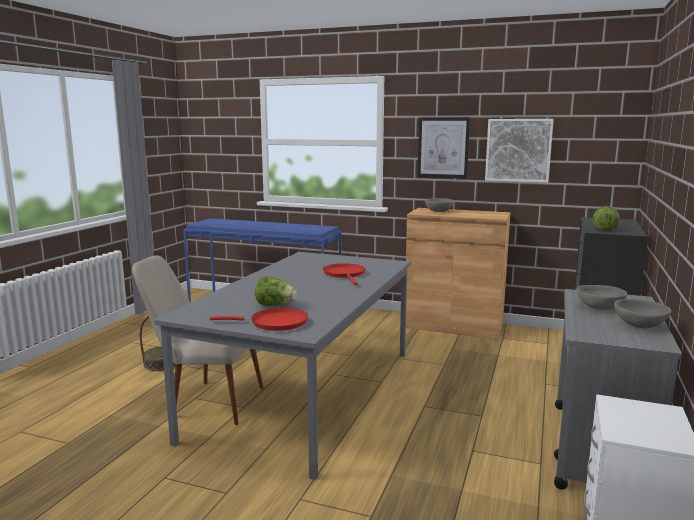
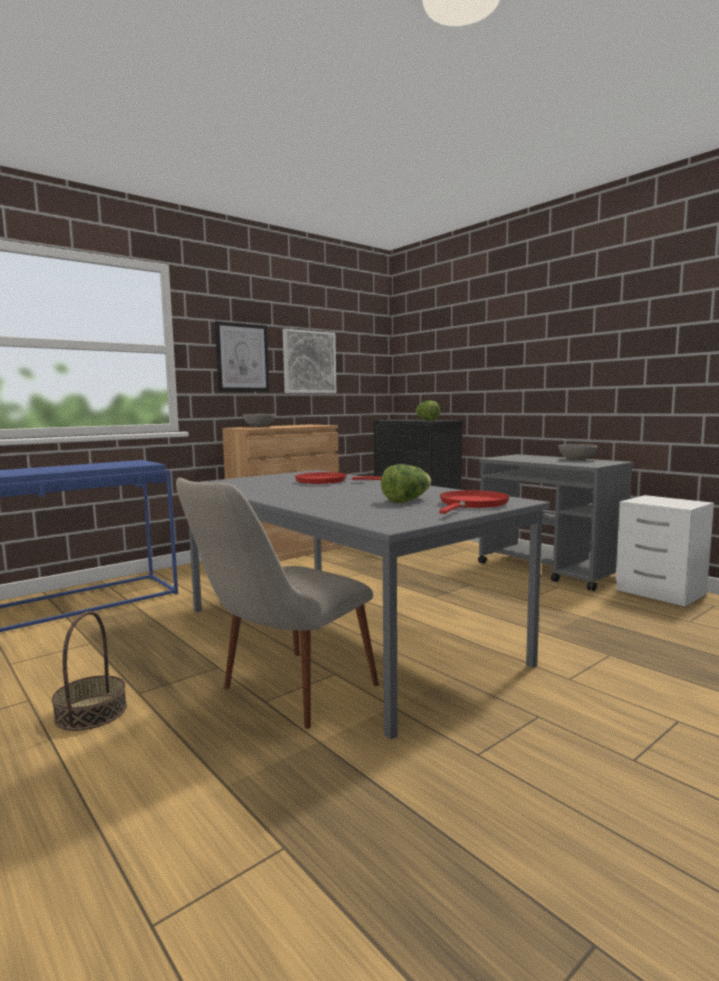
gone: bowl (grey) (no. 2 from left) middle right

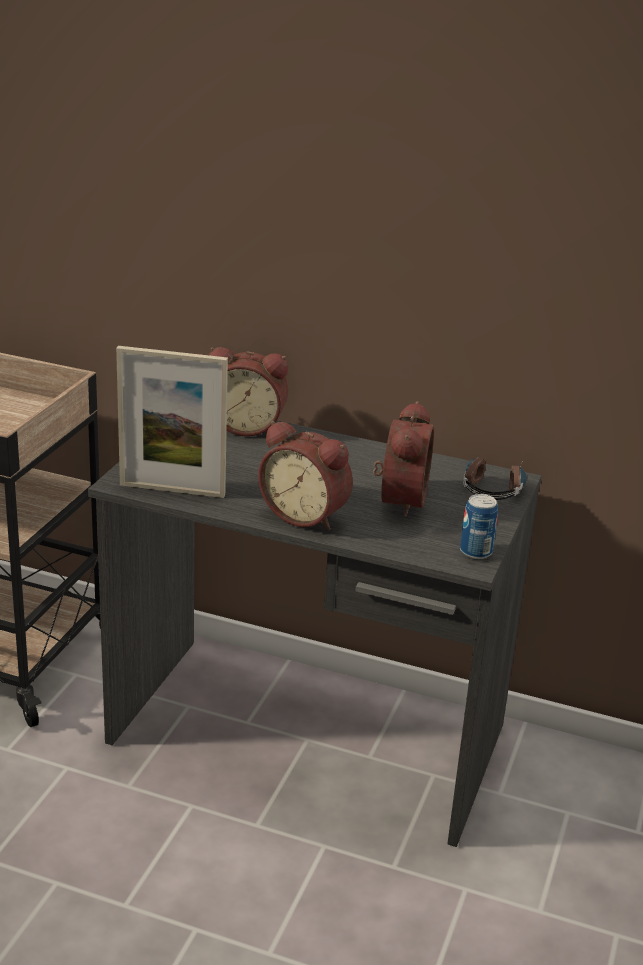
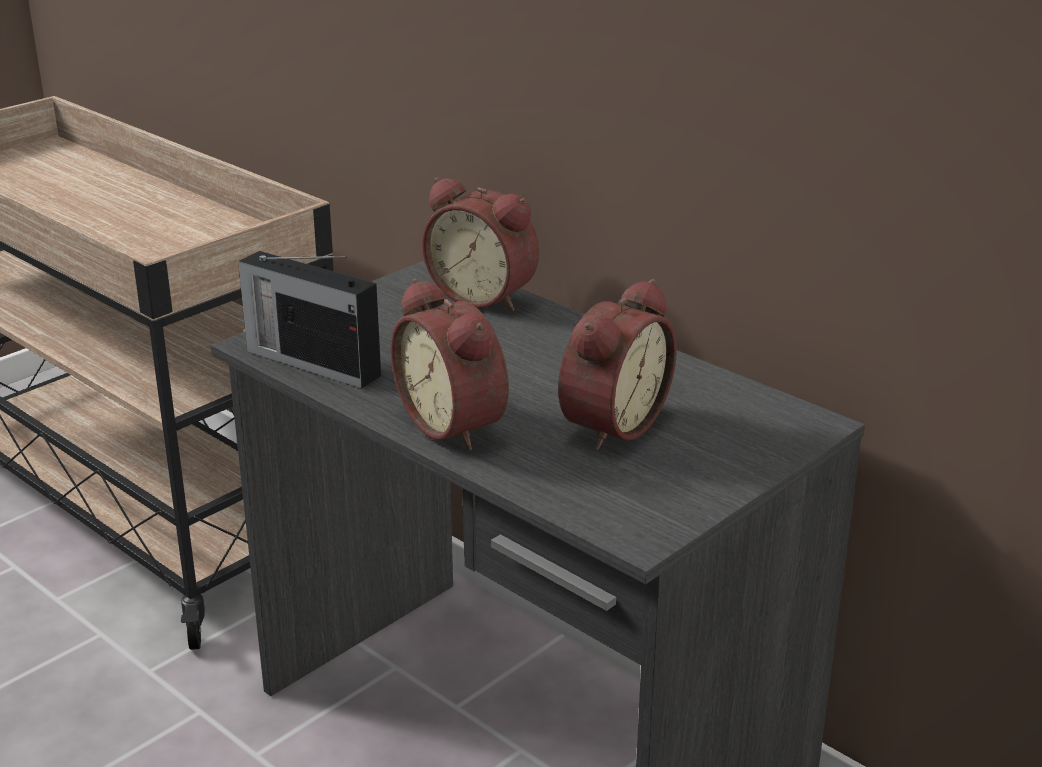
gone: can middle right; headset middle right
swapped: standing frame middle left to radio receiver middle left

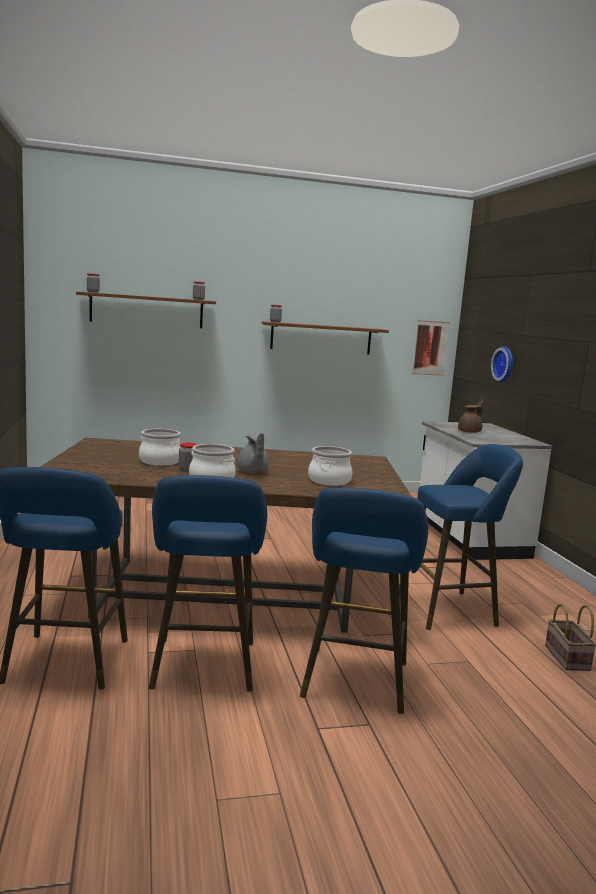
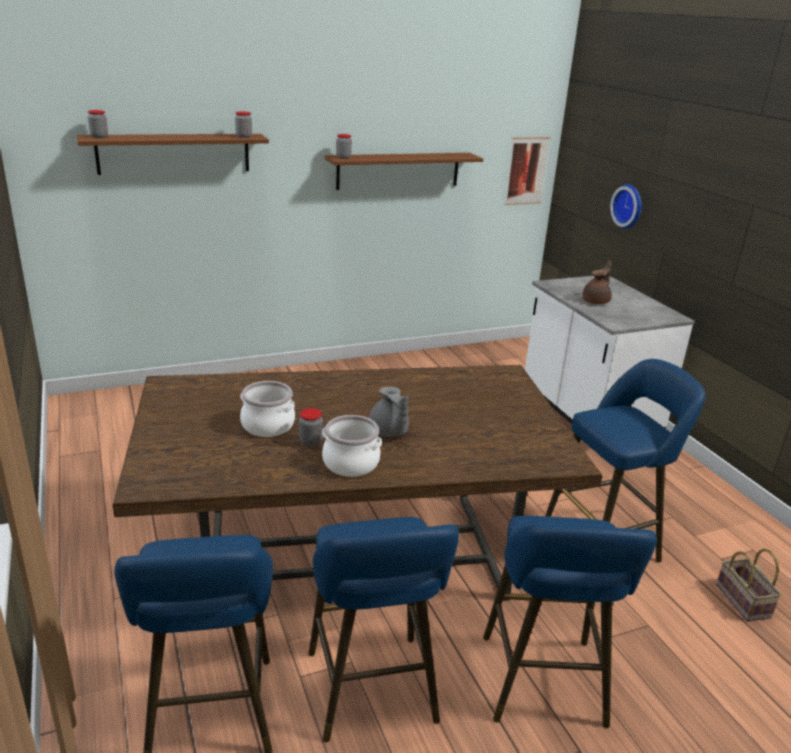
gone: saucepot (no. 3 from left) centre

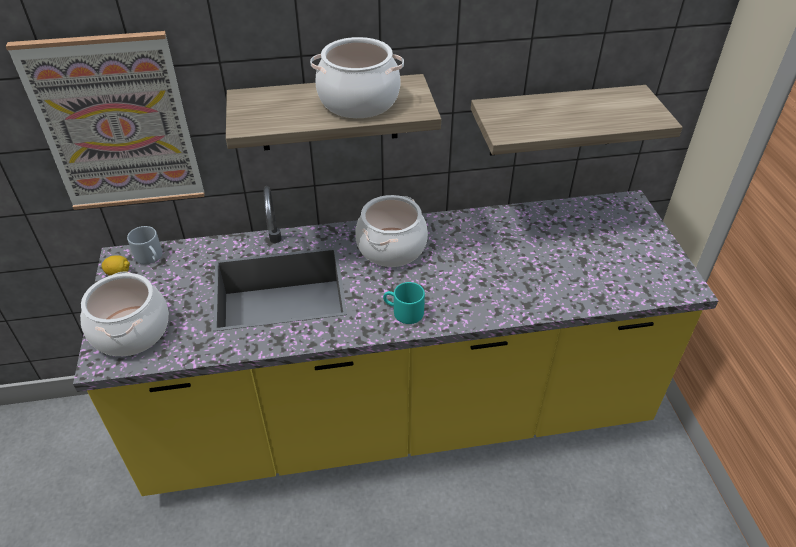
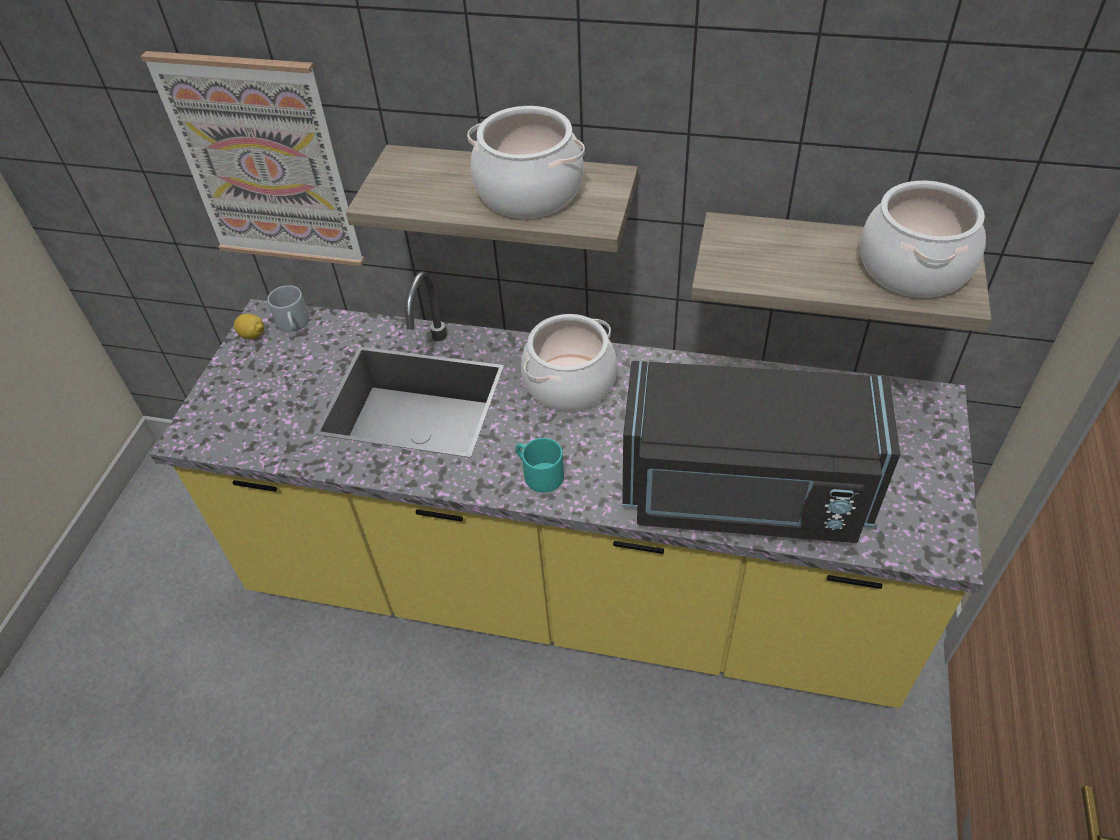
new: microwave (blackish) middle right
shifted: saucepot (no. 1 from left in the first image) middle left to saucepot (no. 3 from left) top right

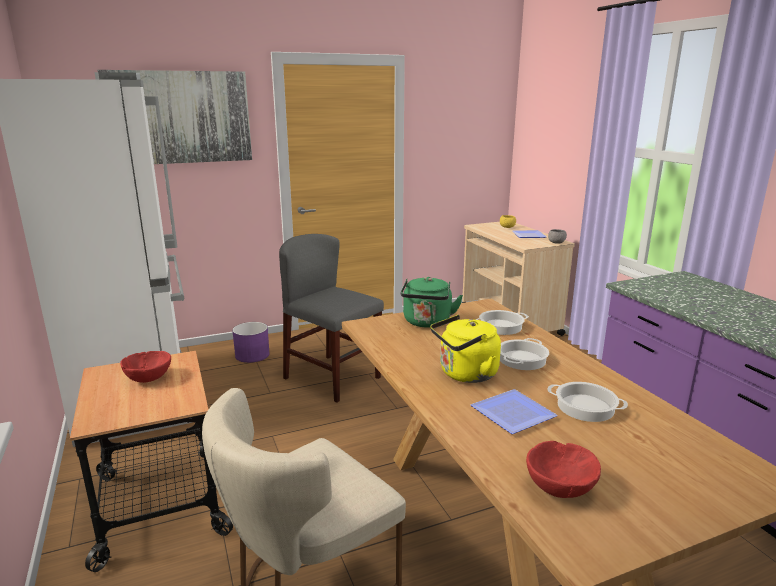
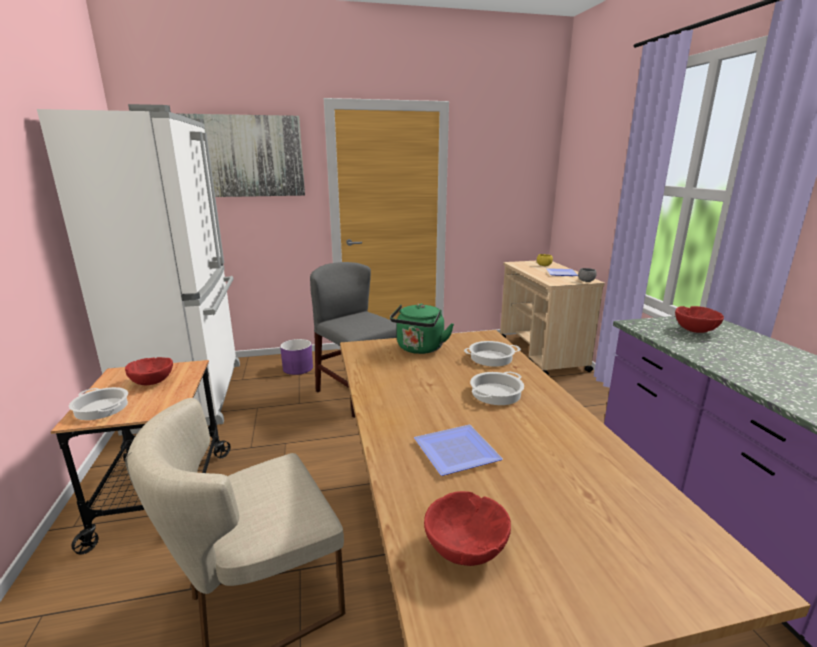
gone: kettle (yellow) centre
new: bowl (red) (no. 3 from left) middle right
shifted: saucepot (no. 3 from left in the first image) bottom right to saucepot (no. 1 from left) middle left

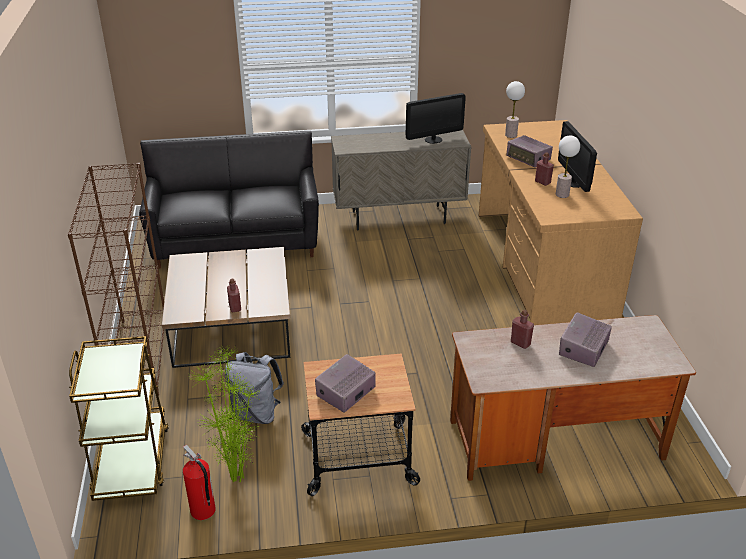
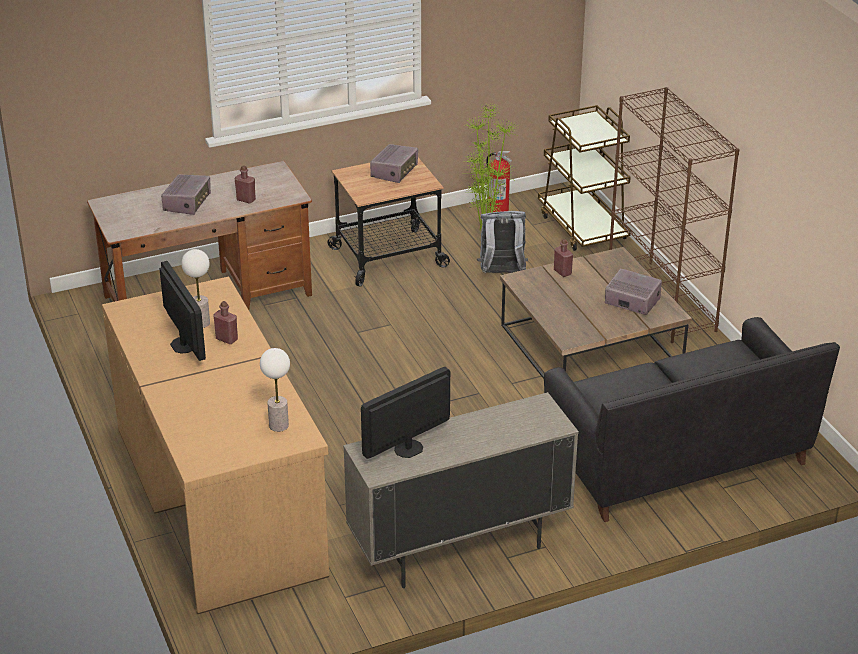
shifted: radio receiver (no. 2 from left in the first image) top right to radio receiver (no. 3 from left) middle right

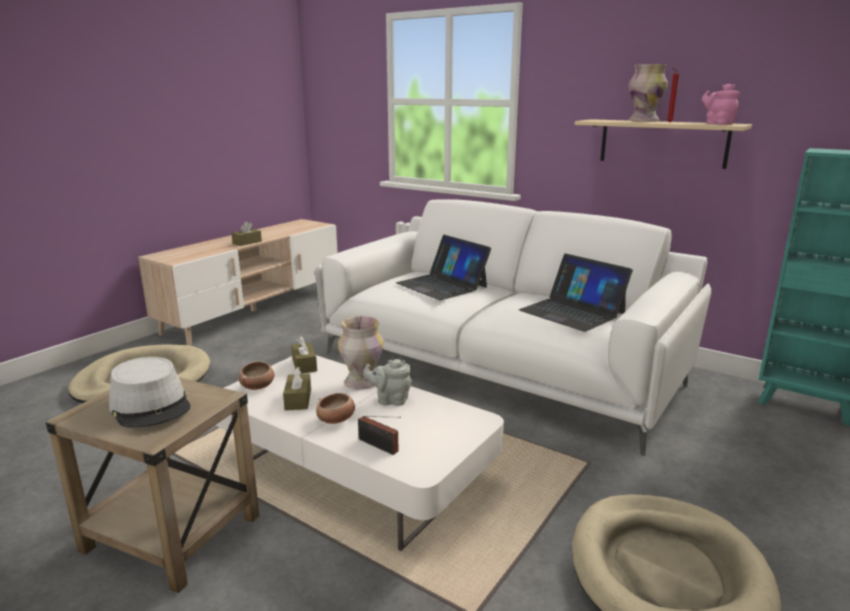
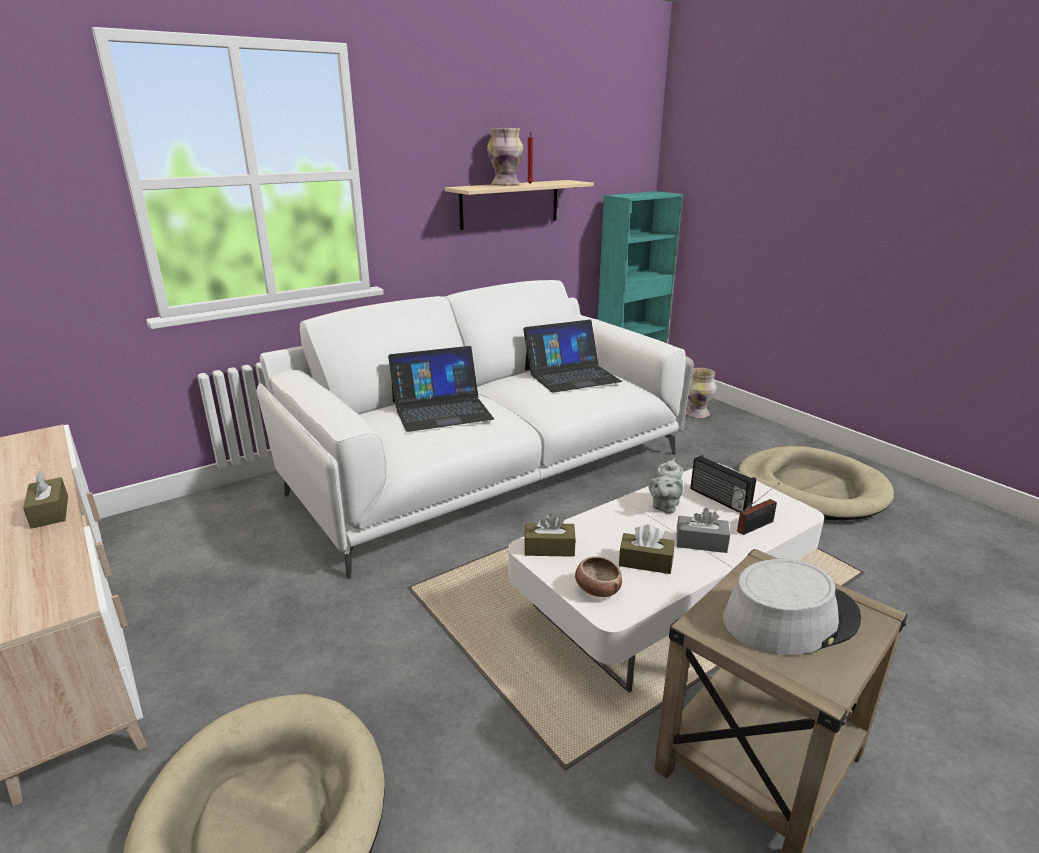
gone: tea pot (pinkish) top right
new: radio receiver (no. 1 from left) middle right
shifted: flower vase (no. 1 from left in the first image) centre to flower vase (no. 2 from left) middle right
swapped: bowl (no. 2 from left) bottom centre to box of tissues (grey) middle right

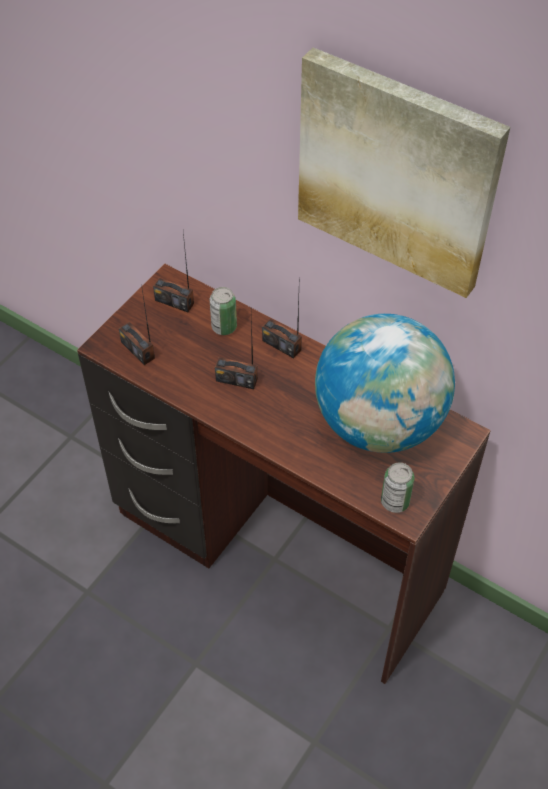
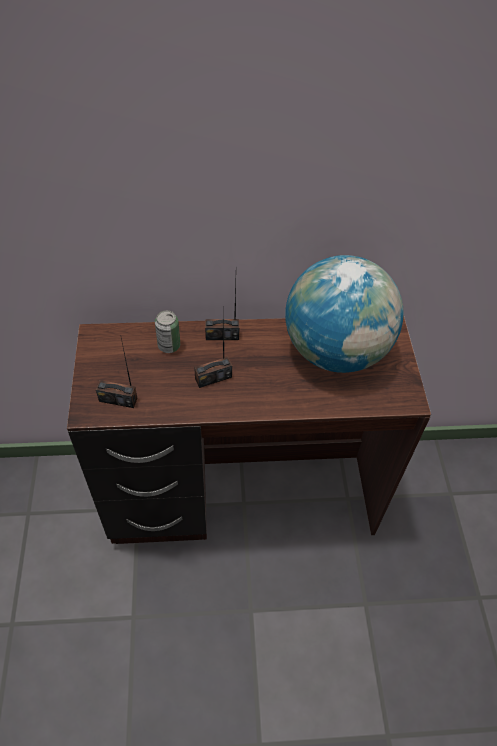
gone: radio receiver (no. 2 from left) middle left; picture top right; can (no. 2 from left) middle right

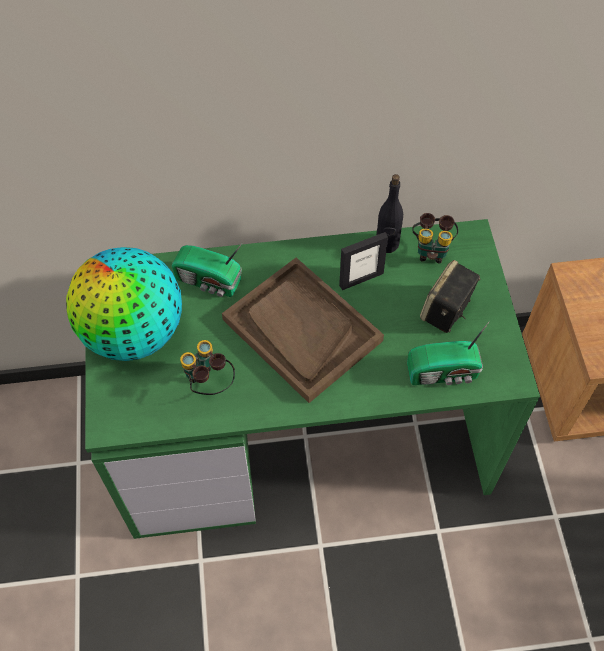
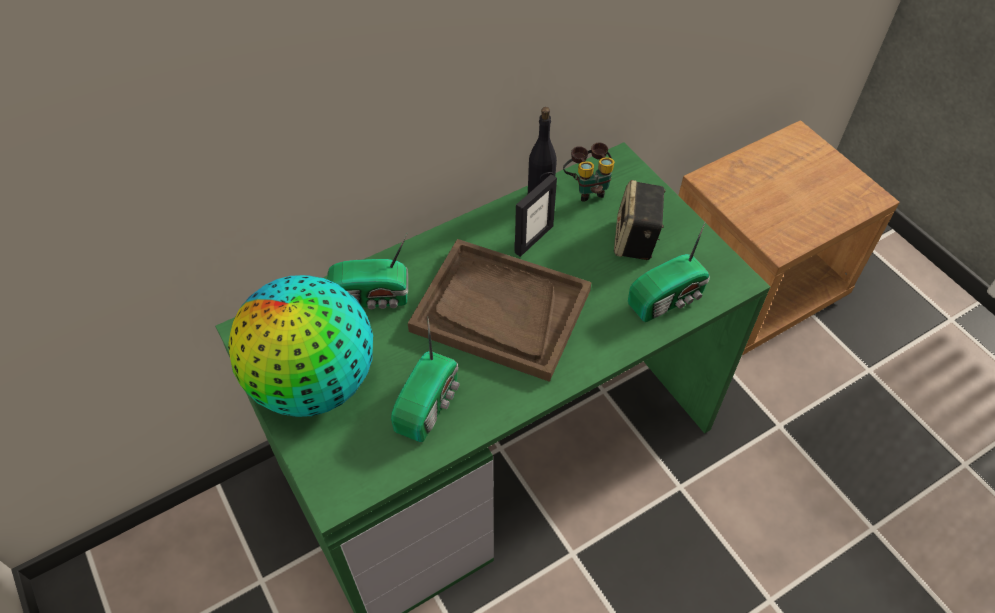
swapped: binoculars (no. 1 from left) centre to radio receiver (no. 2 from left) centre

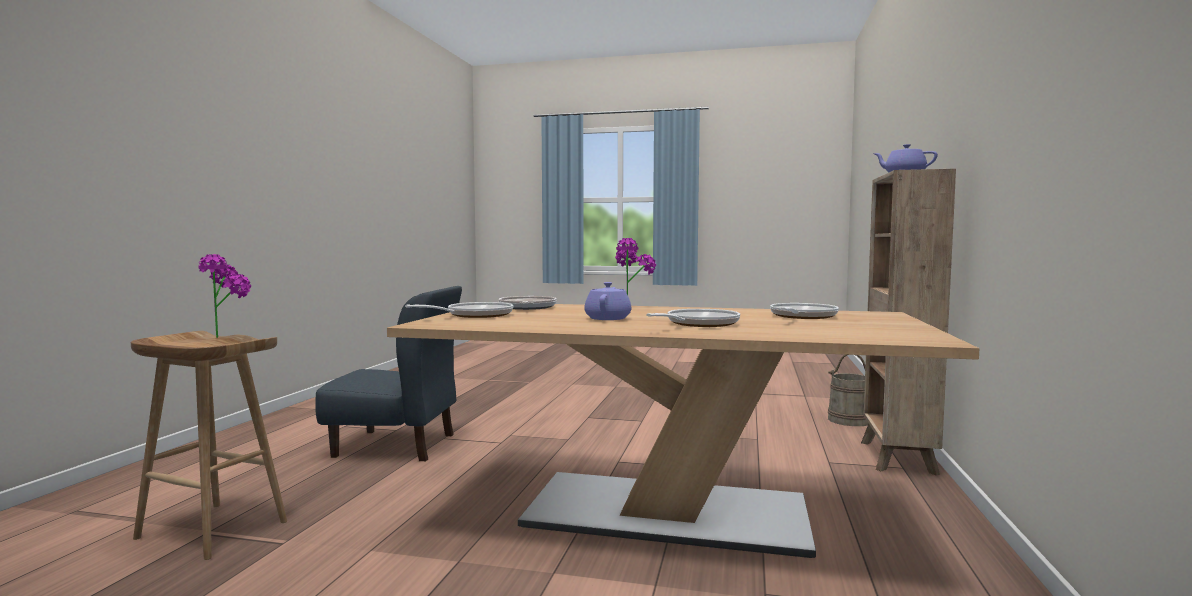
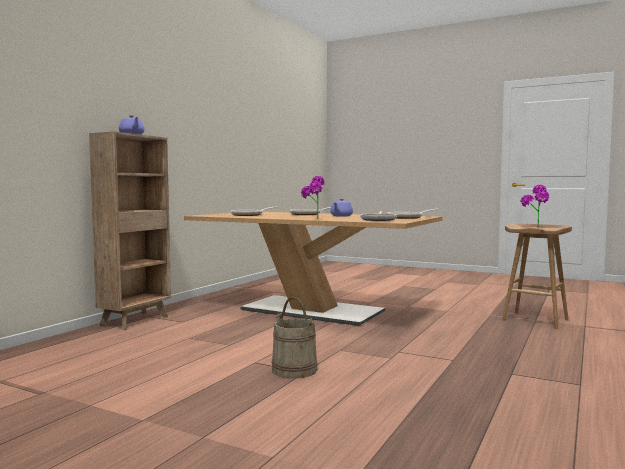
gone: plain chair (blue) middle left
shifted: water bucket (beige) middle right to bottom centre

